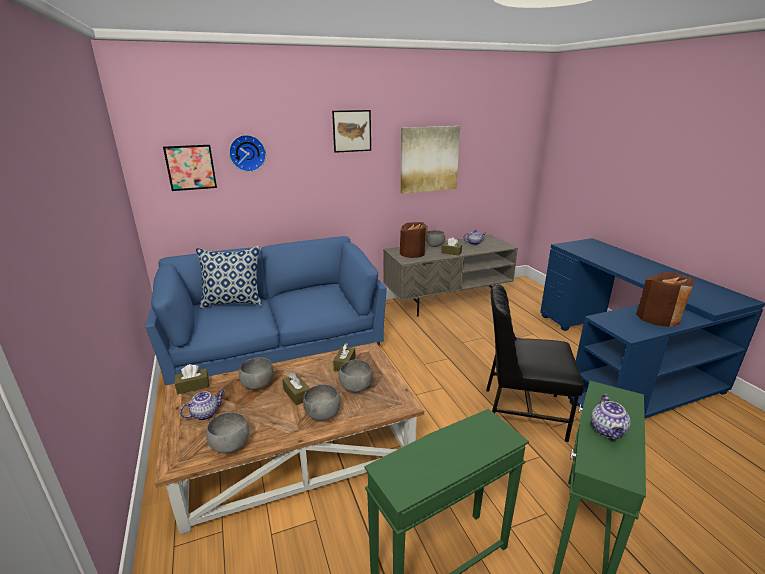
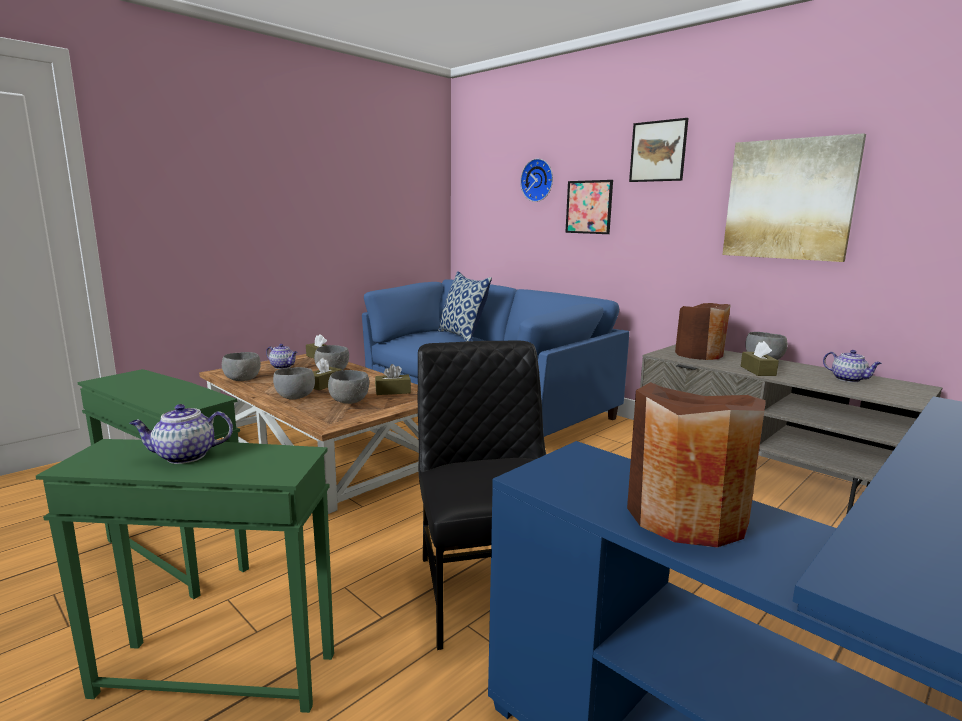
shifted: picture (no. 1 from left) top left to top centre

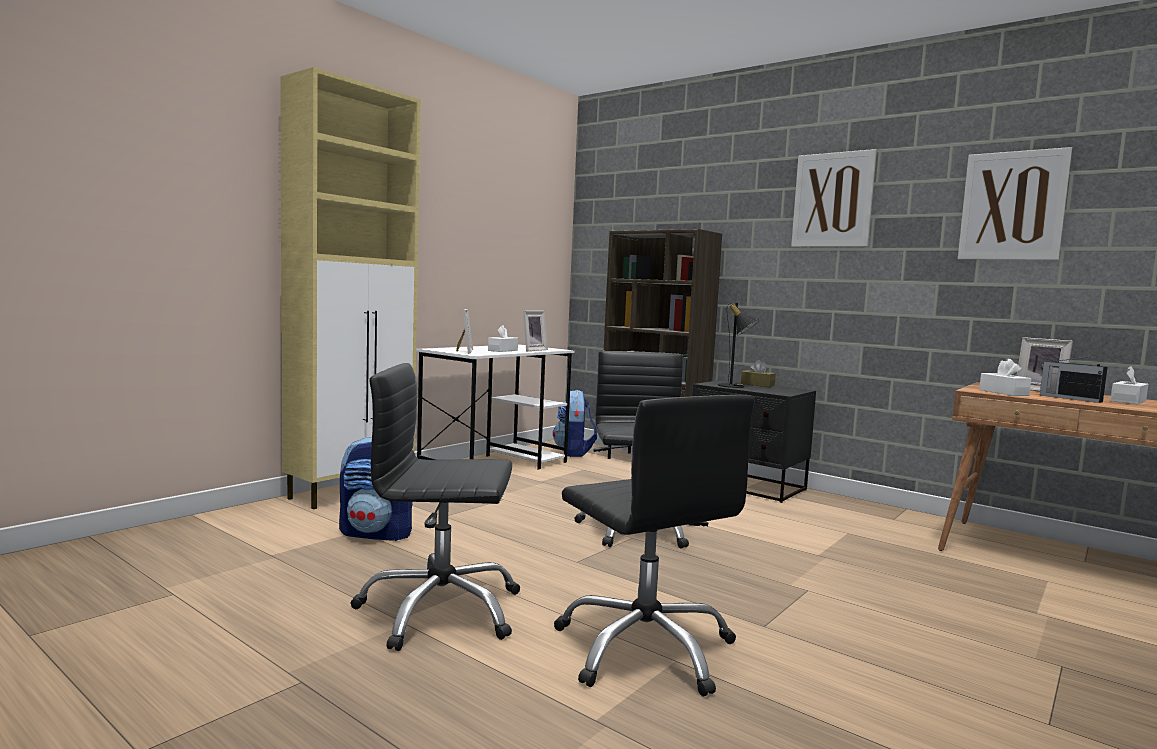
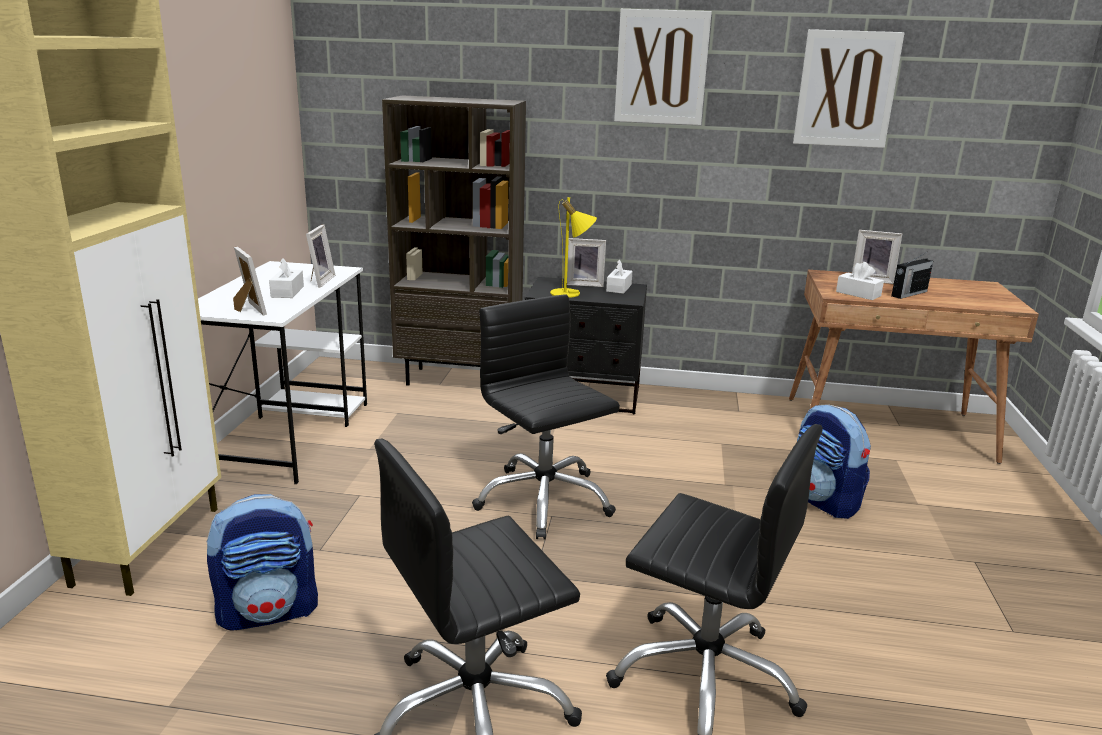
shifted: knapsack (no. 2 from left) centre to middle right; box of tissues (whitish) (no. 3 from left in the first image) middle right to box of tissues (whitish) (no. 2 from left) centre
swapped: box of tissues (brown) centre to standing frame (no. 3 from left) centre
repainted: tabletop lamp (blackish) centre to tabletop lamp (yellow) centre
rotated: radio receiver middle right = middle right 60 degrees counterclockwise

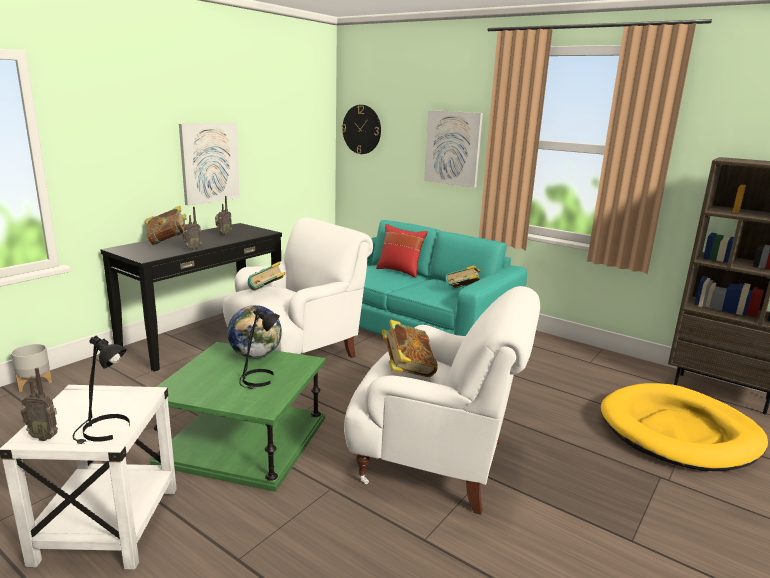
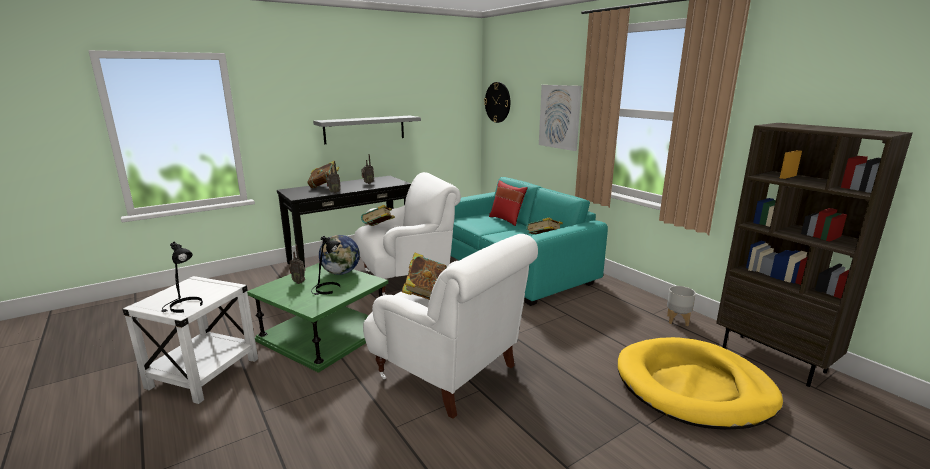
shifted: plant pot (grey) middle left to middle right; radio receiver (no. 1 from left) bottom left to middle left
swapped: picture (no. 1 from left) top left to bracket shelf (grey) top centre

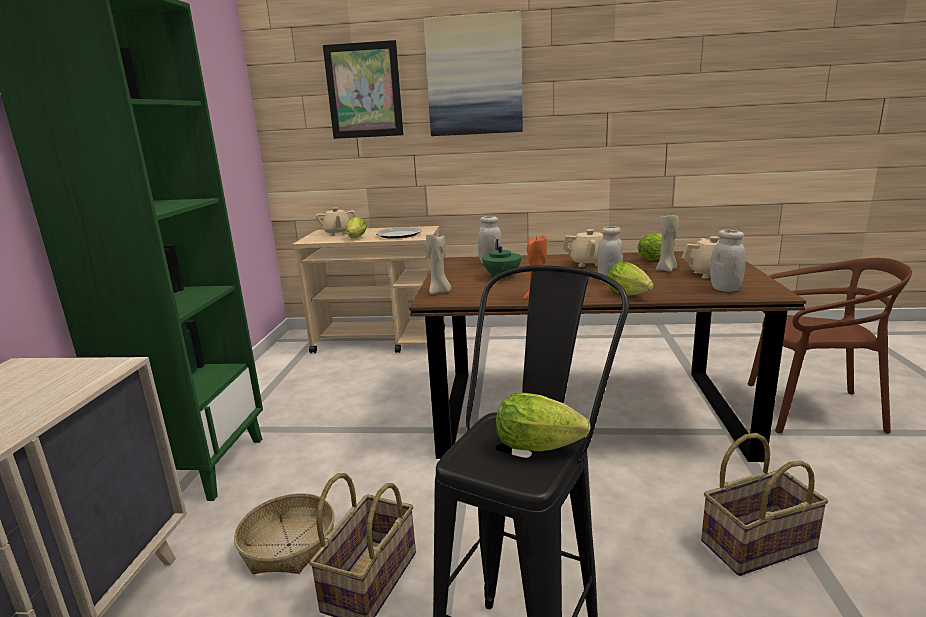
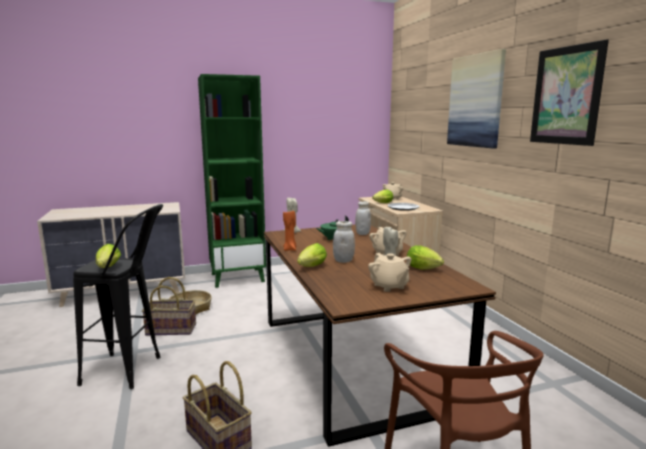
gone: preserve jar (whitish) (no. 3 from left) middle right
shifted: picture (no. 1 from left in the first image) top centre to picture (no. 2 from left) top right

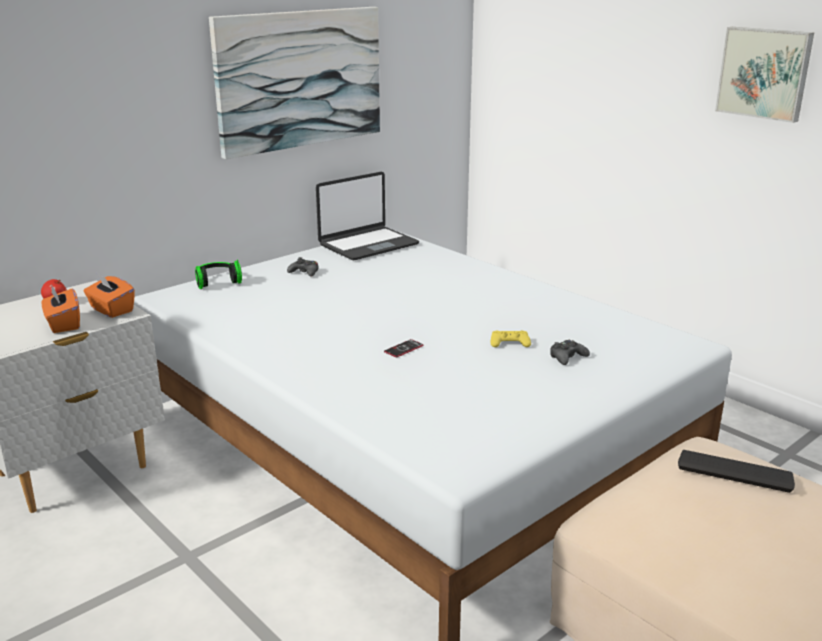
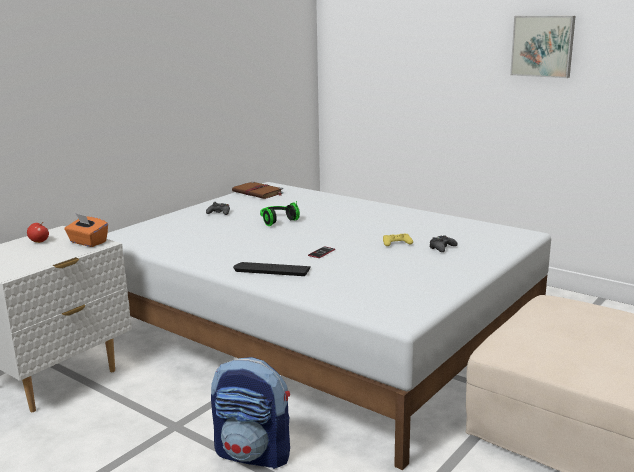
gone: box of tissues (orange-coloured) (no. 1 from left) middle left; picture (no. 1 from left) top centre
new: knapsack bottom centre
shifted: headset middle left to centre; PC keyboard bottom right to centre
swapped: portable computer centre to volume (brown) centre

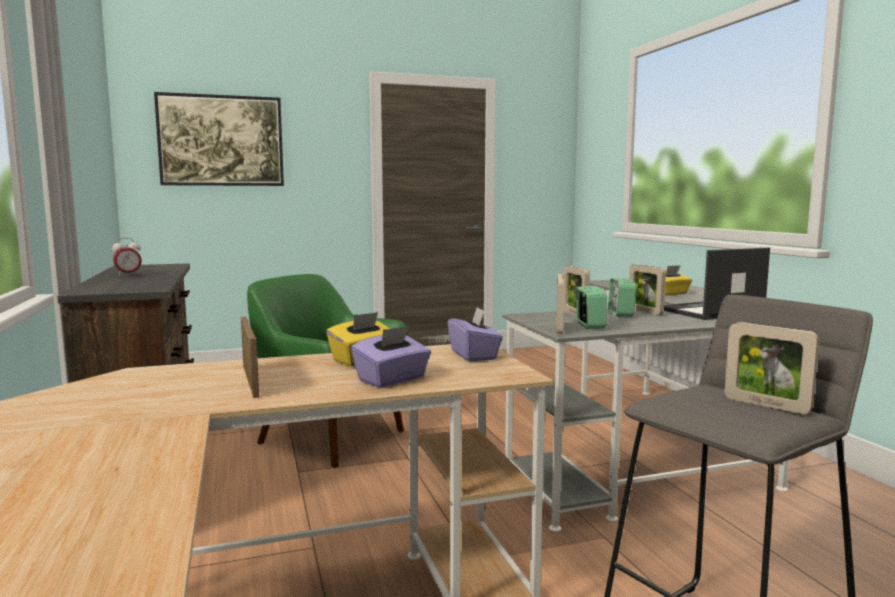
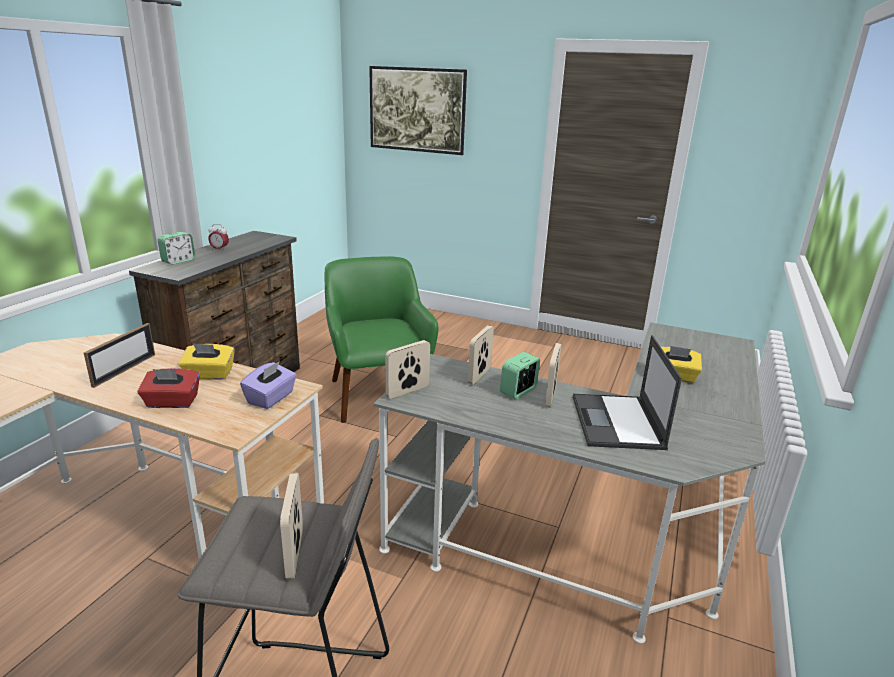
shifted: table clock (no. 2 from left in the first image) centre to table clock (no. 1 from left) middle left
repainted: box of tissues (purplish) (no. 1 from left) centre to box of tissues (red) middle left
rotated: portable computer middle right = middle right 105 degrees counterclockwise

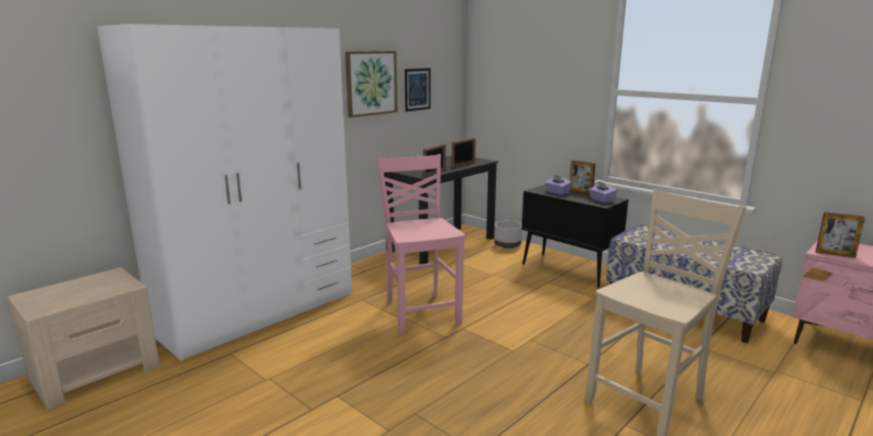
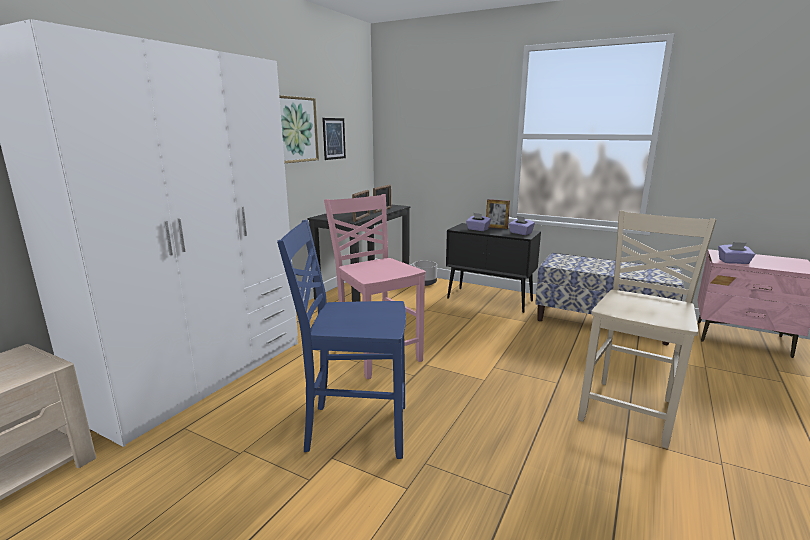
new: plain chair (blue) centre
swapped: standing frame (no. 4 from left) middle right to box of tissues (purplish) (no. 3 from left) middle right

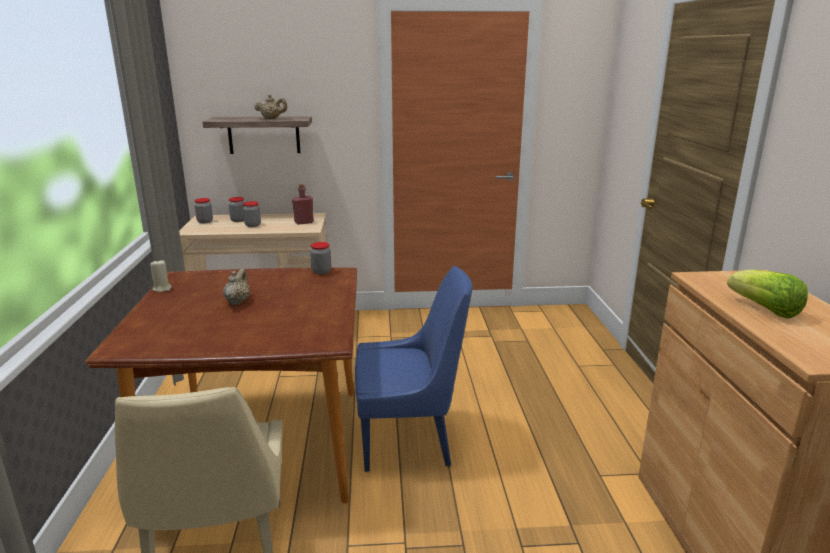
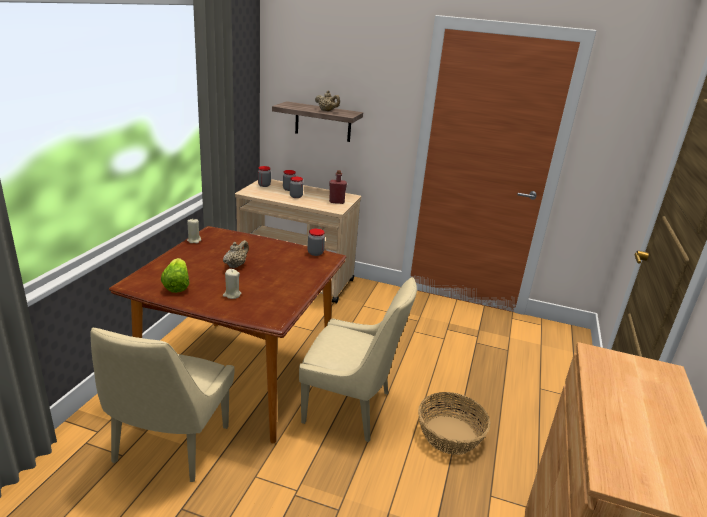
new: wax candle (beige) (no. 2 from left) middle left; household basket bottom centre
shifted: lettuce head middle right to middle left
repainted: plain chair (blue) bottom centre to plain chair (beige) (no. 2 from left) bottom centre

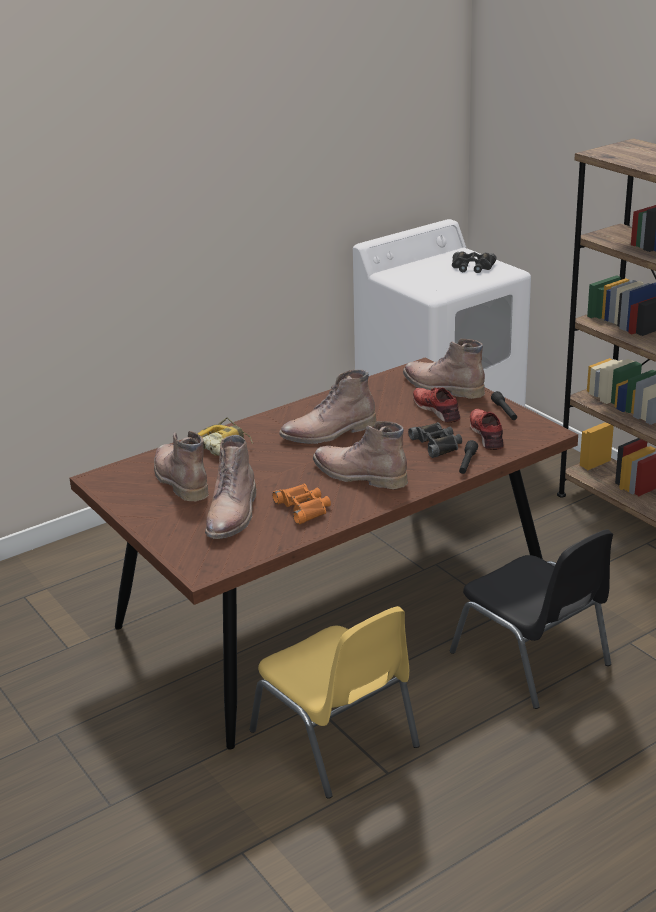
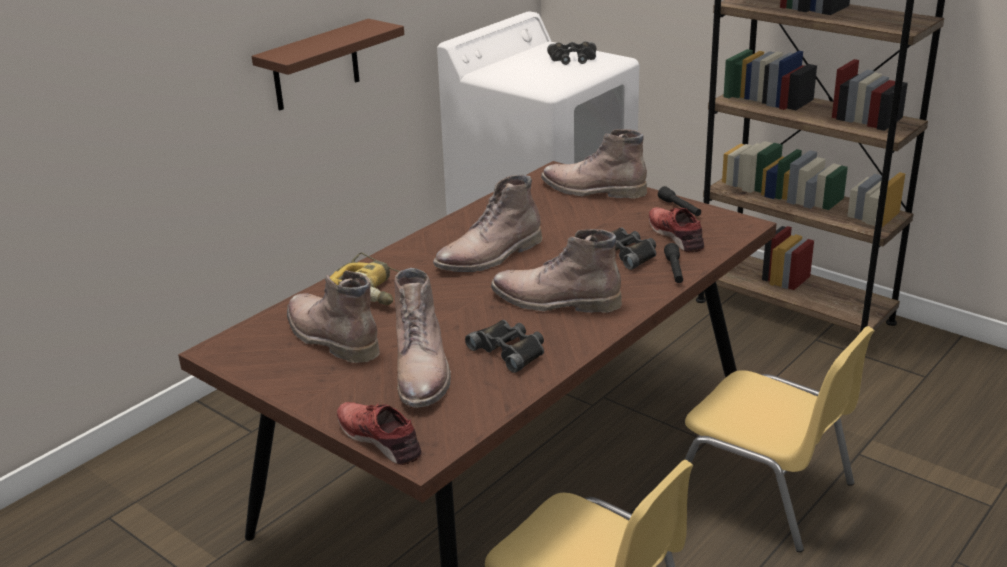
new: bracket shelf (brown) top left
shifted: item of footwear (red) (no. 1 from left) centre to bottom centre
repainted: binoculars (orange-coloured) centre to binoculars (blackish) (no. 1 from left) centre; plain chair (blackish) bottom right to plain chair (yellow) (no. 2 from left) bottom right

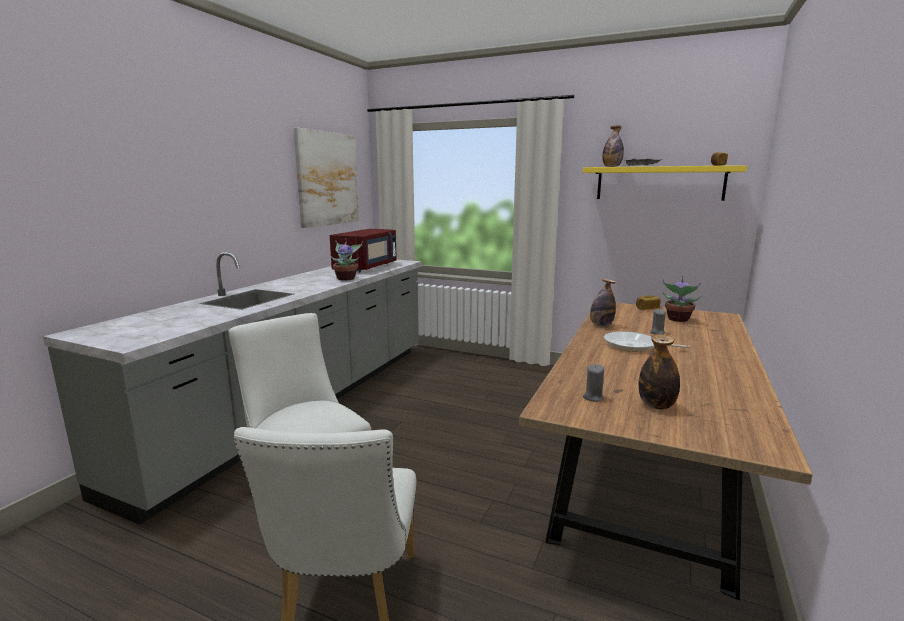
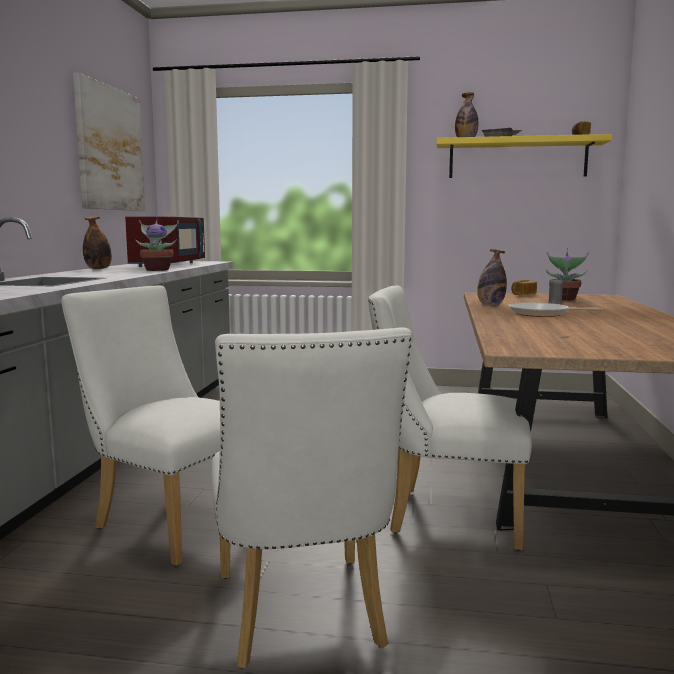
gone: wax candle (grey) (no. 1 from left) centre
new: plain chair (whitish) (no. 3 from left) middle right
shifted: beverage bottle (no. 3 from left in the first image) middle right to beverage bottle (no. 1 from left) middle left

